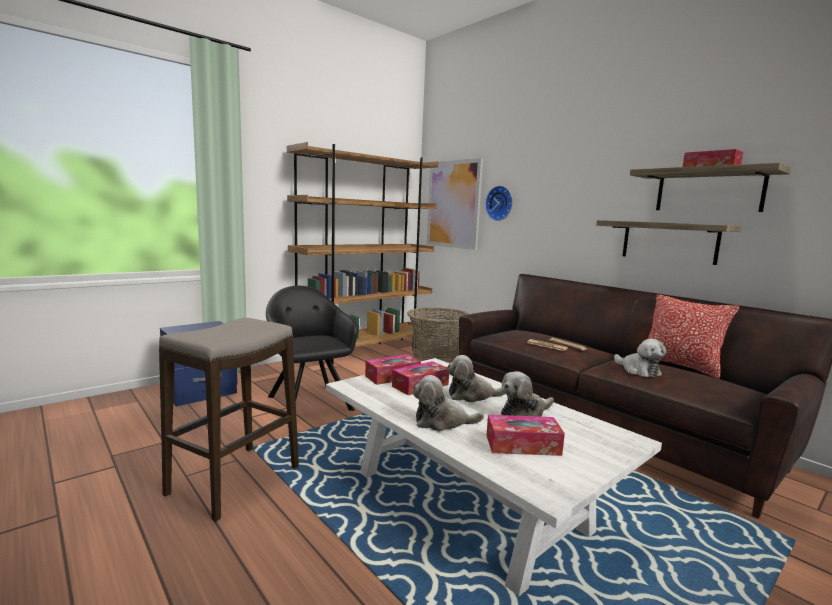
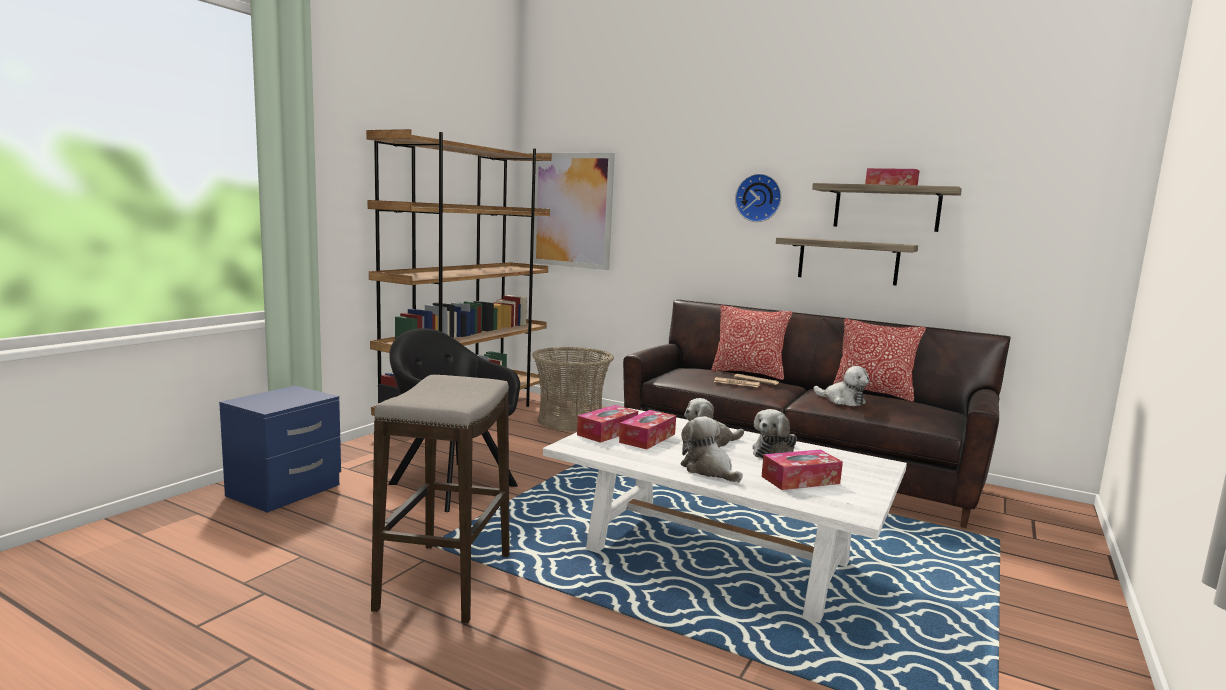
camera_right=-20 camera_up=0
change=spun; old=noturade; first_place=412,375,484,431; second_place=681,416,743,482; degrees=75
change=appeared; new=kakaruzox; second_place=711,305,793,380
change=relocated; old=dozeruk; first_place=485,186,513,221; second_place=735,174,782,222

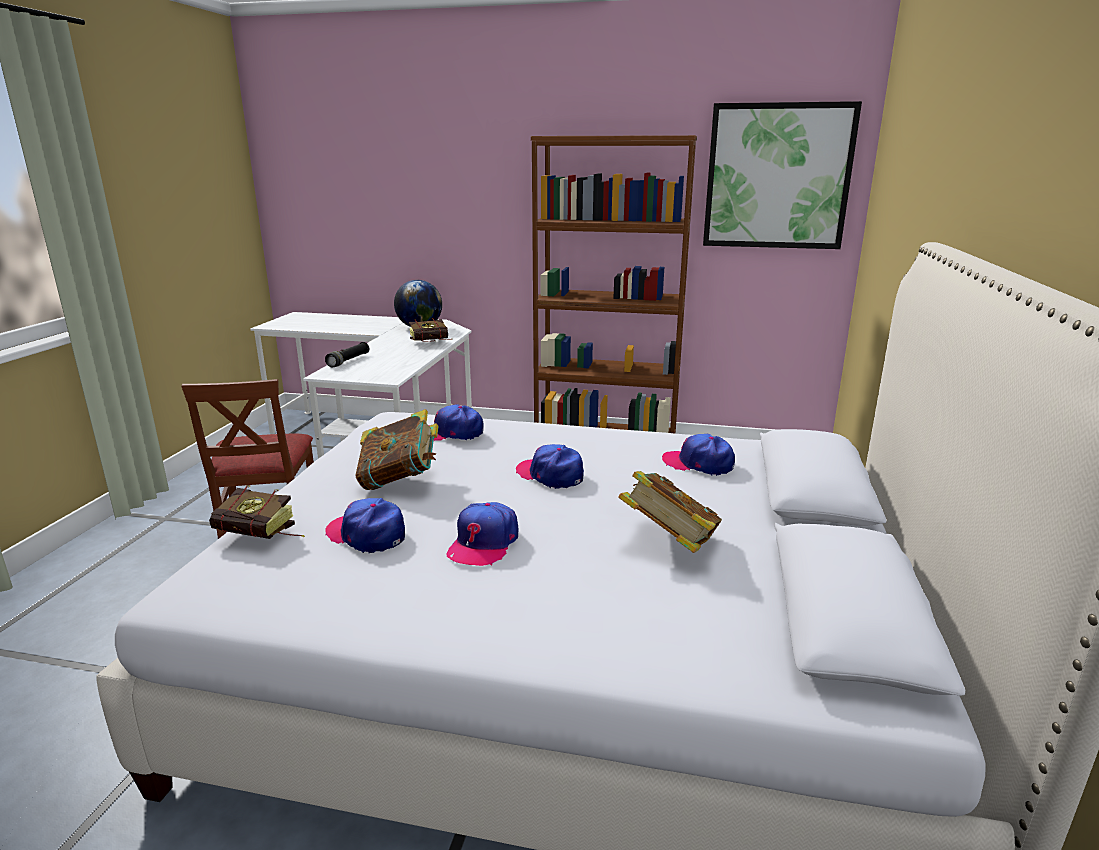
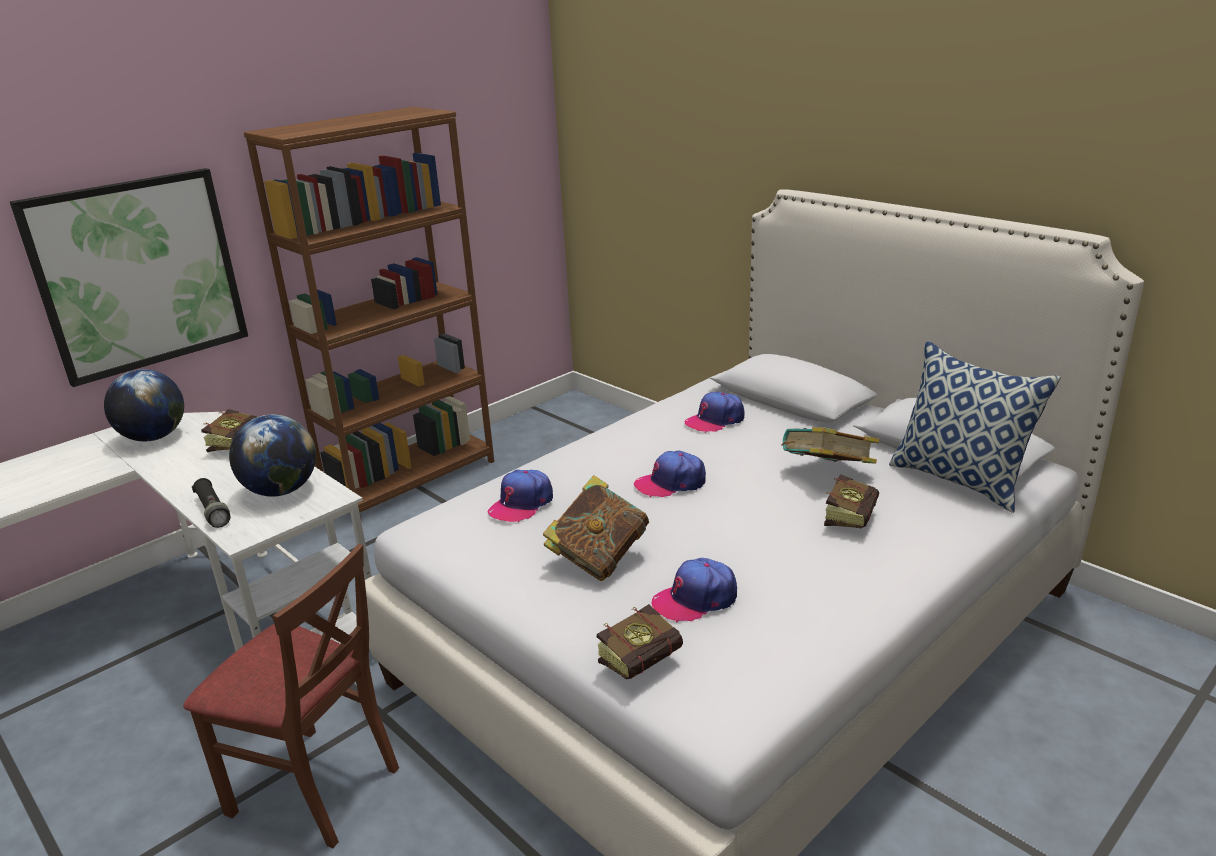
camera_right=-55 camera_up=5
change=relocated; old=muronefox; first_place=703,101,862,249; second_place=10,168,248,387
change=appeared; new=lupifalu; second_place=229,414,316,497
change=appeared; new=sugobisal; second_place=824,474,880,528
change=appeared; new=kakaruzox; second_place=889,341,1061,513
change=missing; old=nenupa; first_place=446,502,518,566

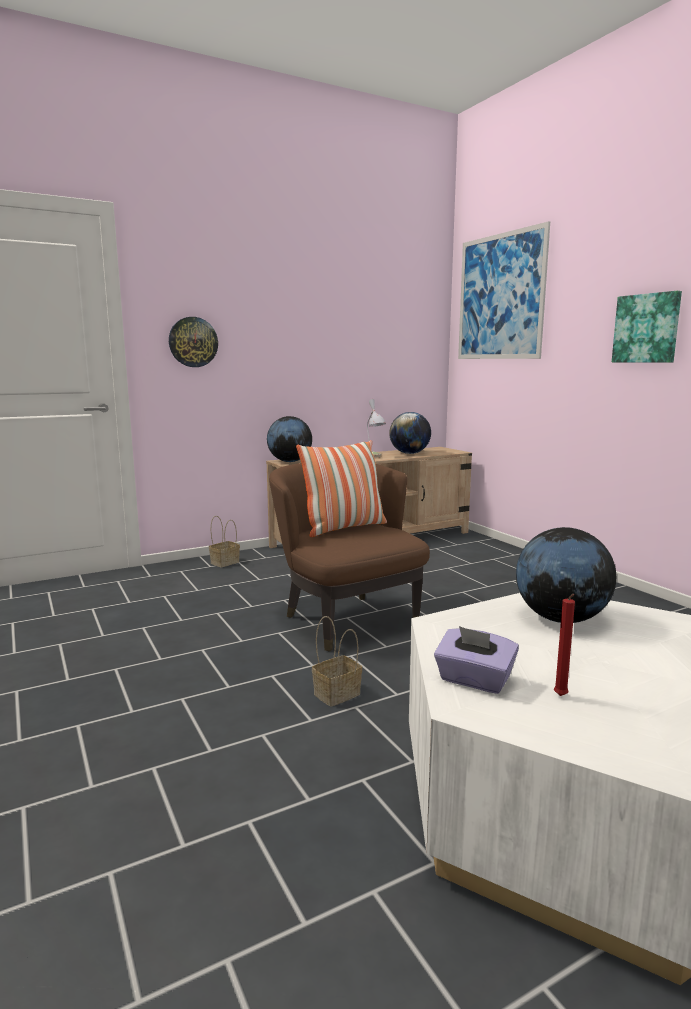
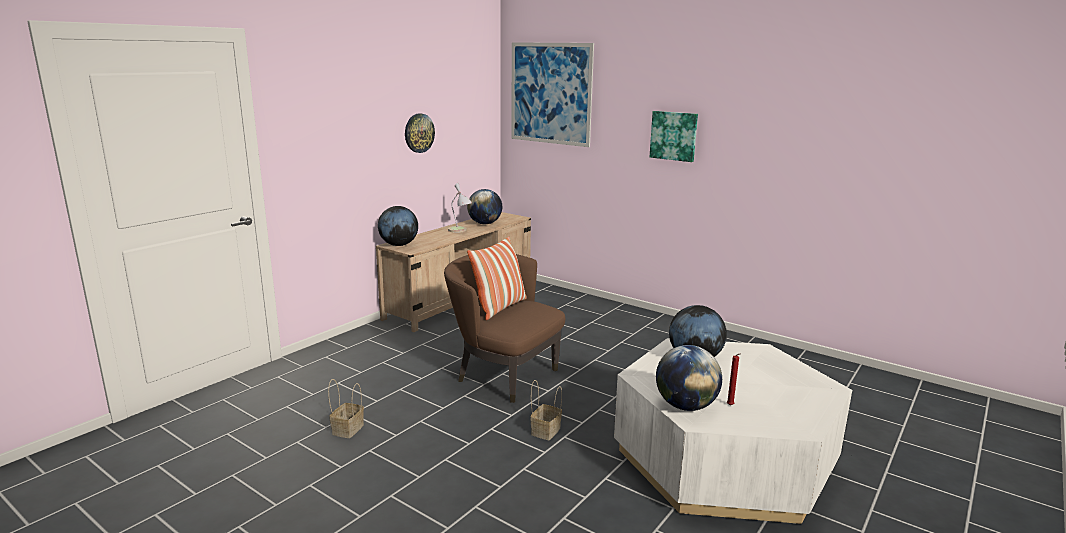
camera_right=-25 camera_up=5
change=relocated; old=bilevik; first_place=209,516,240,567; second_place=328,379,364,438
change=relocated; old=dozeruk; first_place=169,317,218,367; second_place=405,113,435,153
change=exchanged; old=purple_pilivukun; new=lupifalu; first_place=434,626,519,694; second_place=656,345,722,411

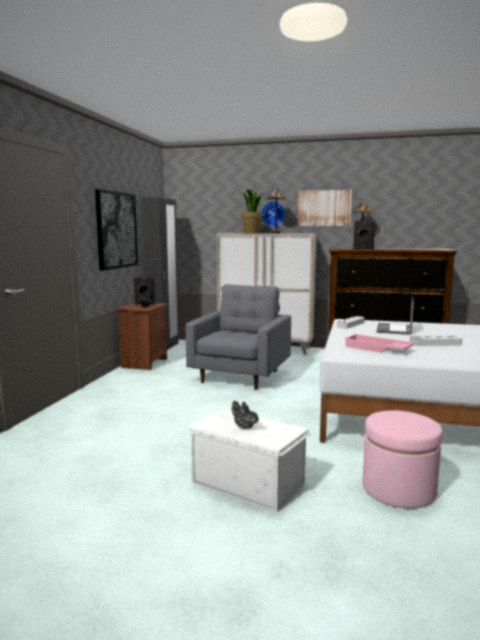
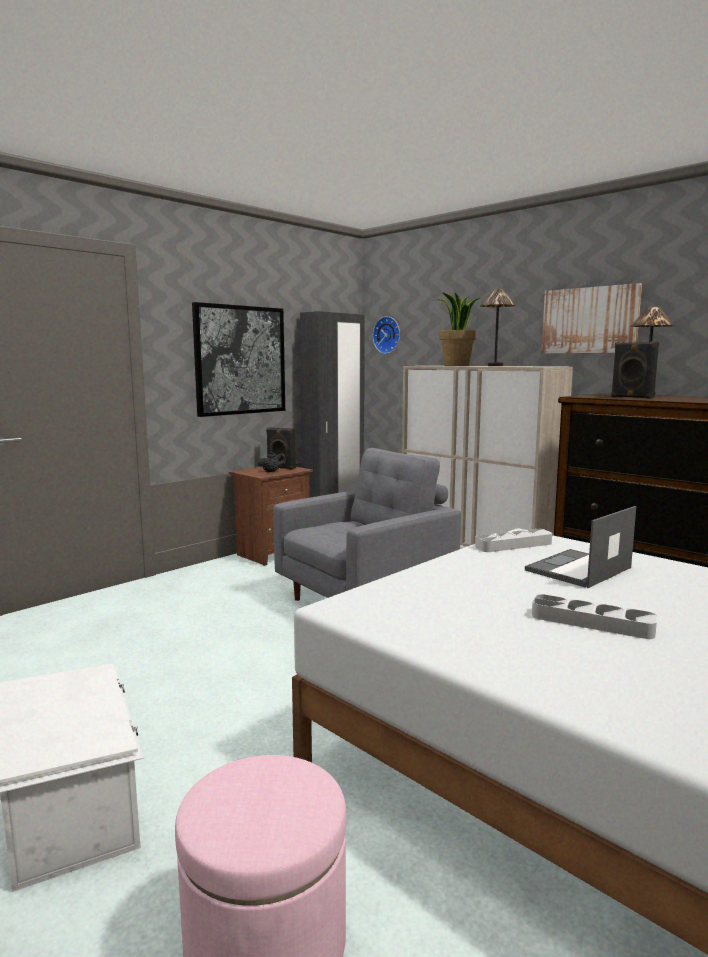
camera_right=30 camera_up=0
change=relocated; old=dozeruk; first_place=261,202,286,227; second_place=373,316,400,354
change=missing; old=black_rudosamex; first_place=232,401,259,429
change=missing; old=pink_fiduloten; first_place=344,334,415,352

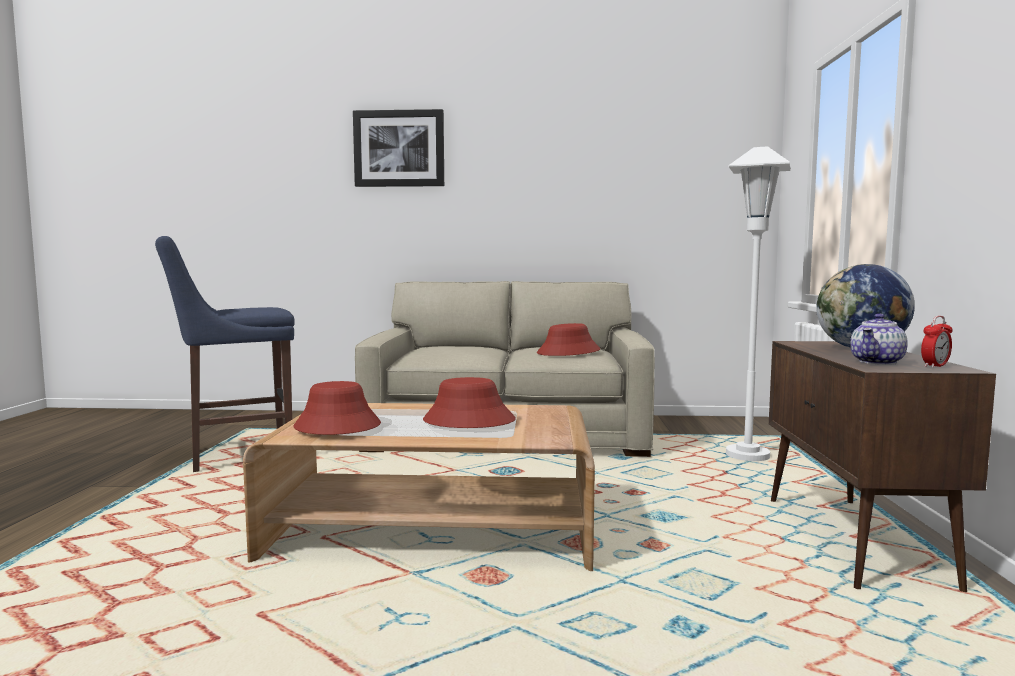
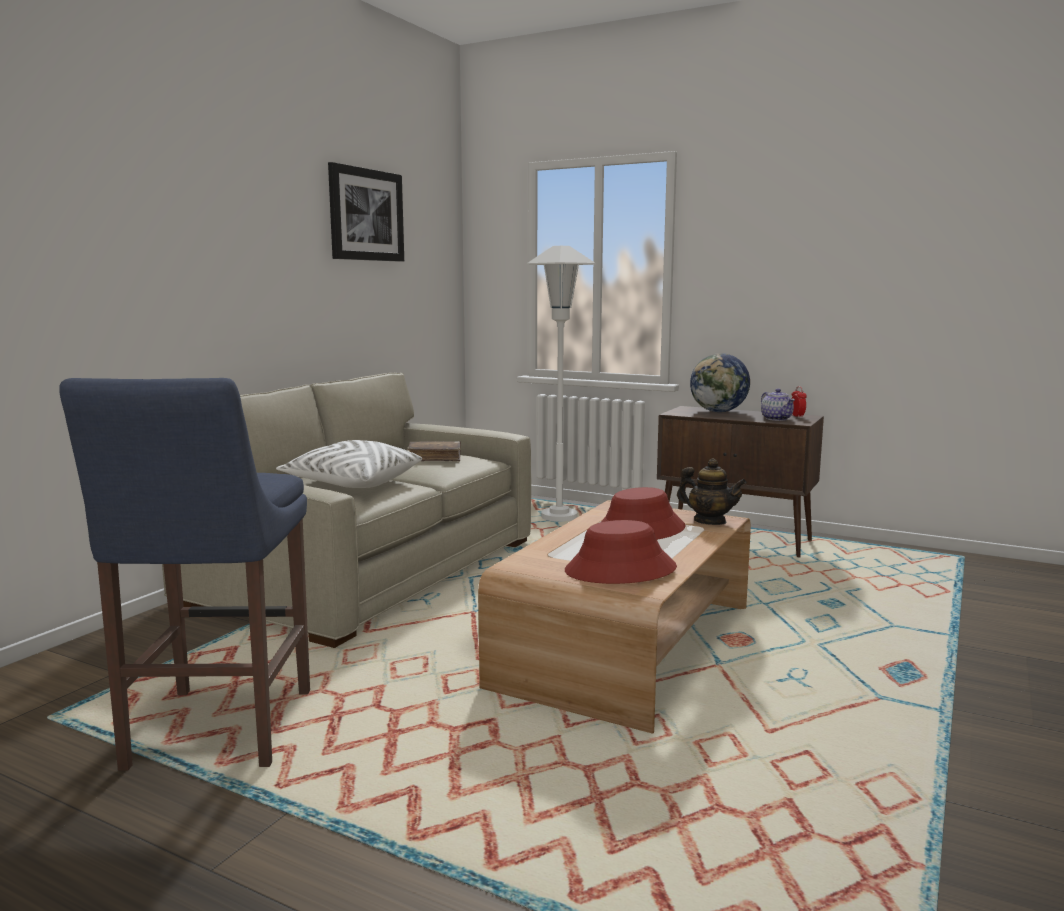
camera_right=-65 camera_up=5
change=appeared; new=white_kakaruzox; second_place=276,440,422,488
change=relocated; old=muronefox; first_place=353,109,444,187; second_place=328,162,404,262
change=exchanged; old=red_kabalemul; new=brown_sugobisal; first_place=537,323,600,356; second_place=407,441,461,461
change=appeared; new=rudosamex; second_place=677,459,747,525

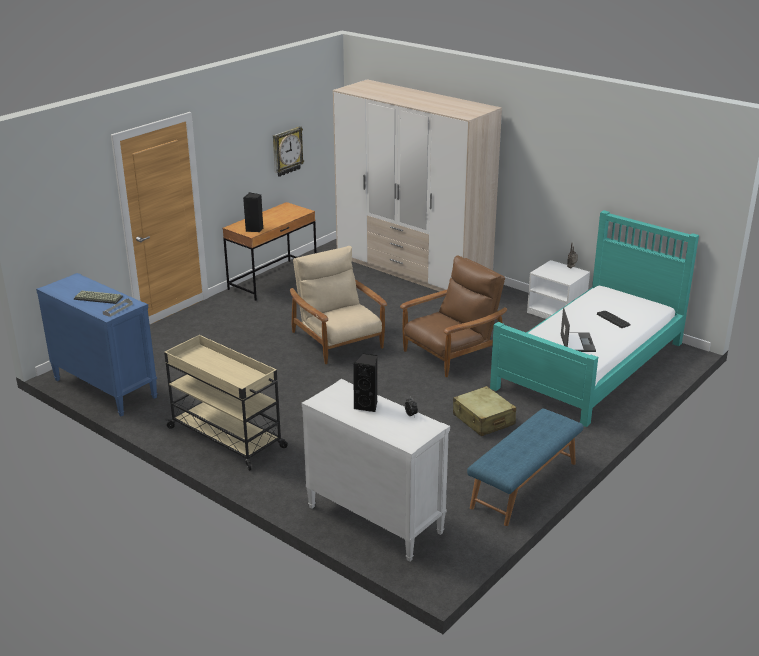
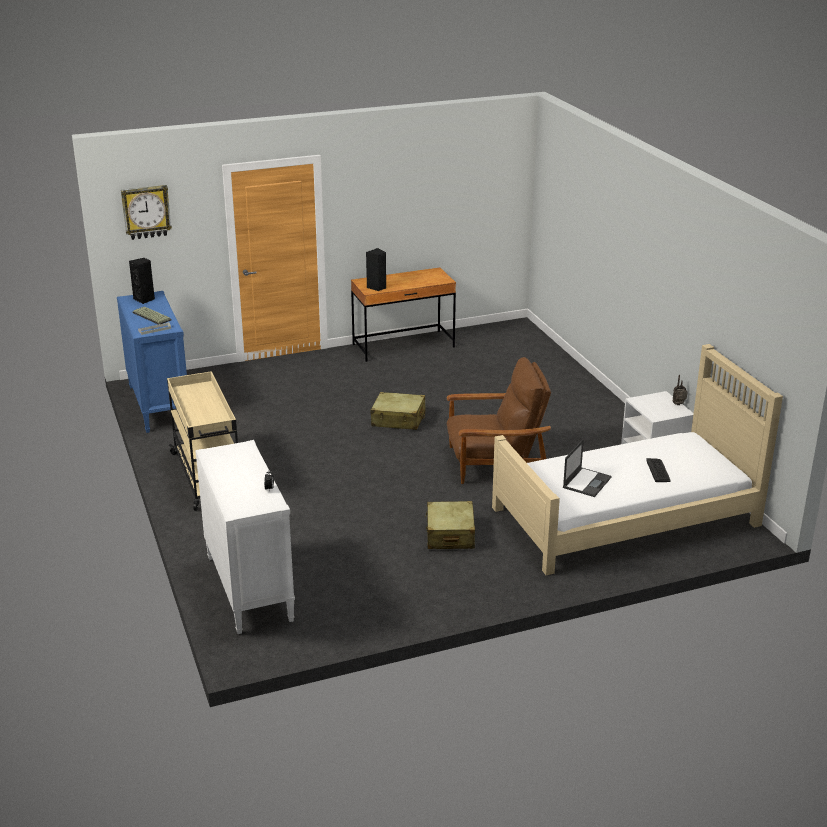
camera_right=30 camera_up=0
change=relocated; old=dozeruk; first_place=273,126,304,177; second_place=121,185,172,240
change=relocated; old=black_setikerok; first_place=353,354,377,412; second_place=129,258,155,304
change=exchanged; old=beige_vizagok; new=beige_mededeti; first_place=290,246,387,364; second_place=370,392,426,430
change=colour; old=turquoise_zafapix; new=beige_zafapix; first_place=490,210,699,427; second_place=492,344,783,575
change=missing; old=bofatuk; first_place=332,79,502,292
change=missing; old=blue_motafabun; first_place=467,409,584,526

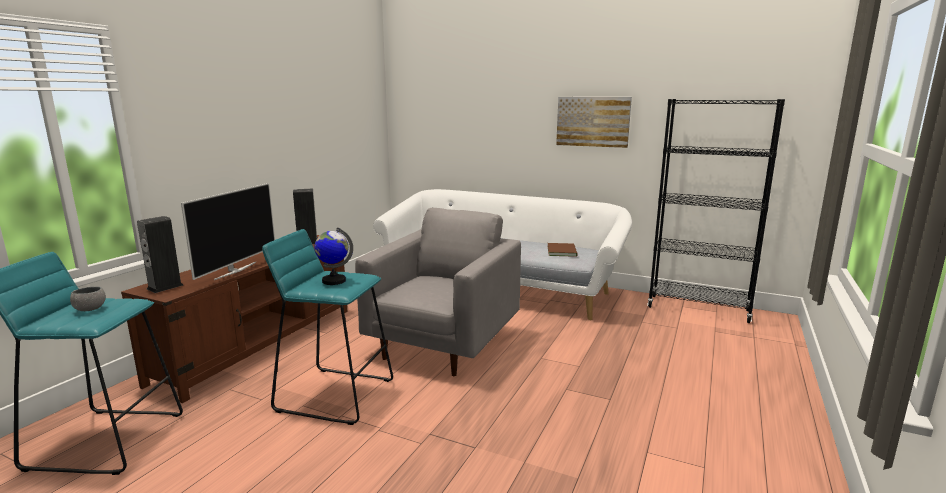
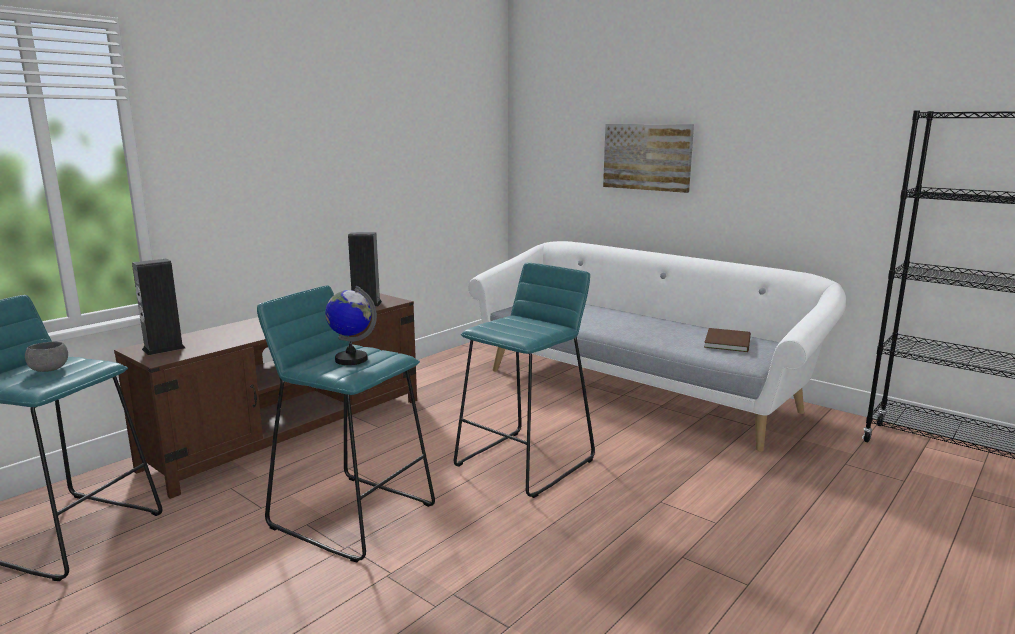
camera_right=15 camera_up=0
change=exchanged; old=grey_vizagok; new=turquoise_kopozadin; first_place=355,208,521,376; second_place=454,263,595,498
change=relocated; old=muronefox; first_place=556,97,632,148; second_place=603,124,694,193
change=missing; old=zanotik; first_place=181,183,275,280

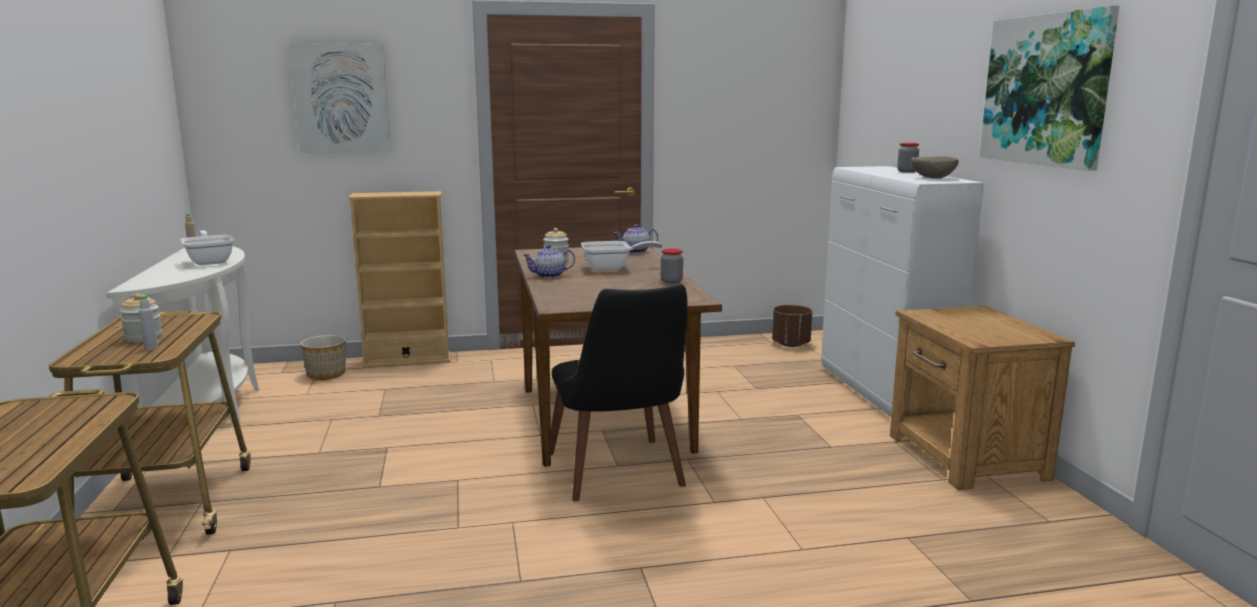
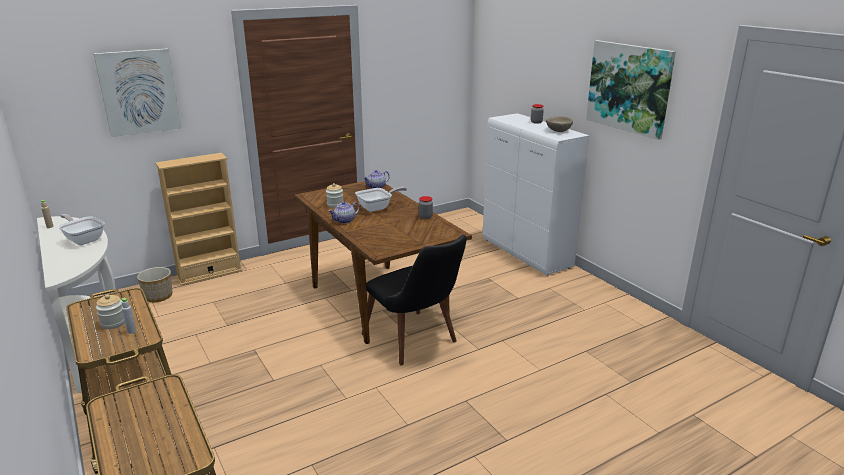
camera_right=-20 camera_up=10
change=missing; old=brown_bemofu; first_place=772,305,812,347
change=missing; old=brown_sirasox; first_place=890,306,1075,490

